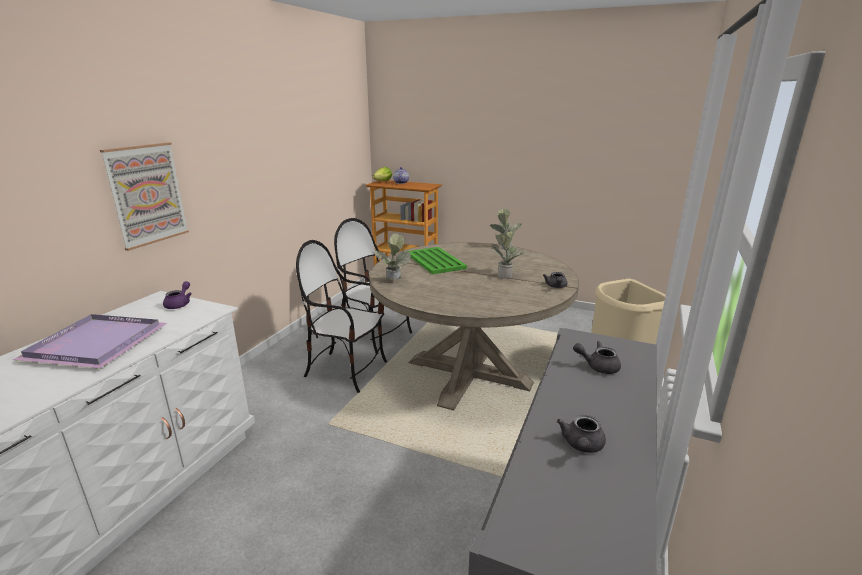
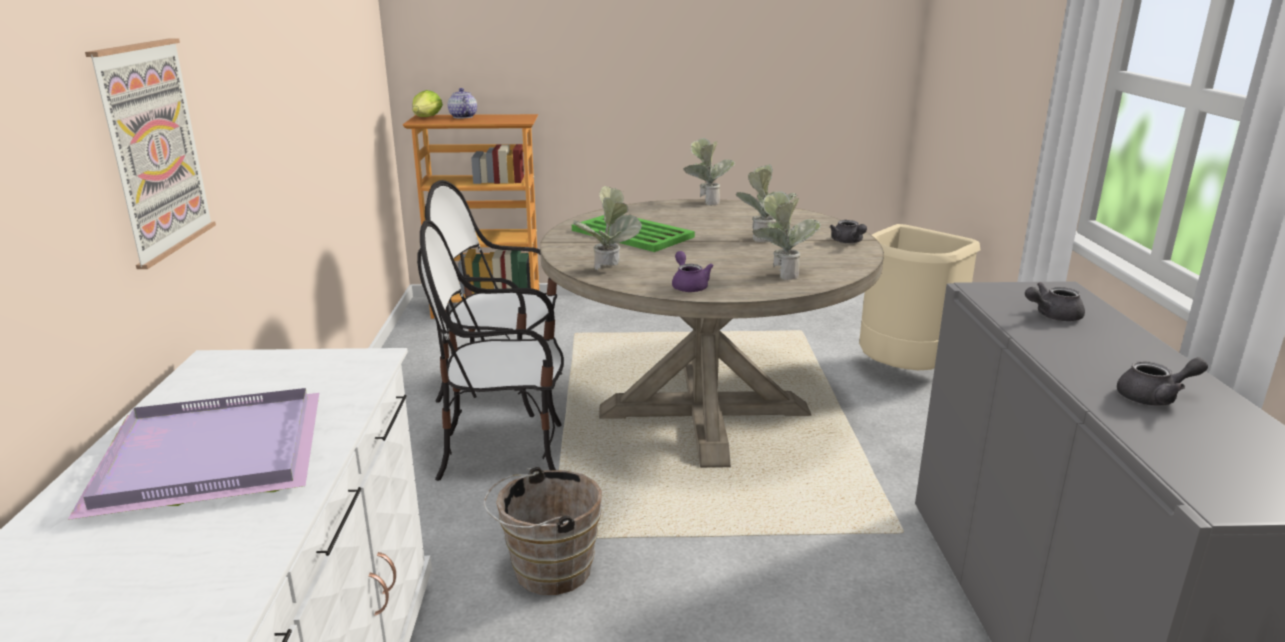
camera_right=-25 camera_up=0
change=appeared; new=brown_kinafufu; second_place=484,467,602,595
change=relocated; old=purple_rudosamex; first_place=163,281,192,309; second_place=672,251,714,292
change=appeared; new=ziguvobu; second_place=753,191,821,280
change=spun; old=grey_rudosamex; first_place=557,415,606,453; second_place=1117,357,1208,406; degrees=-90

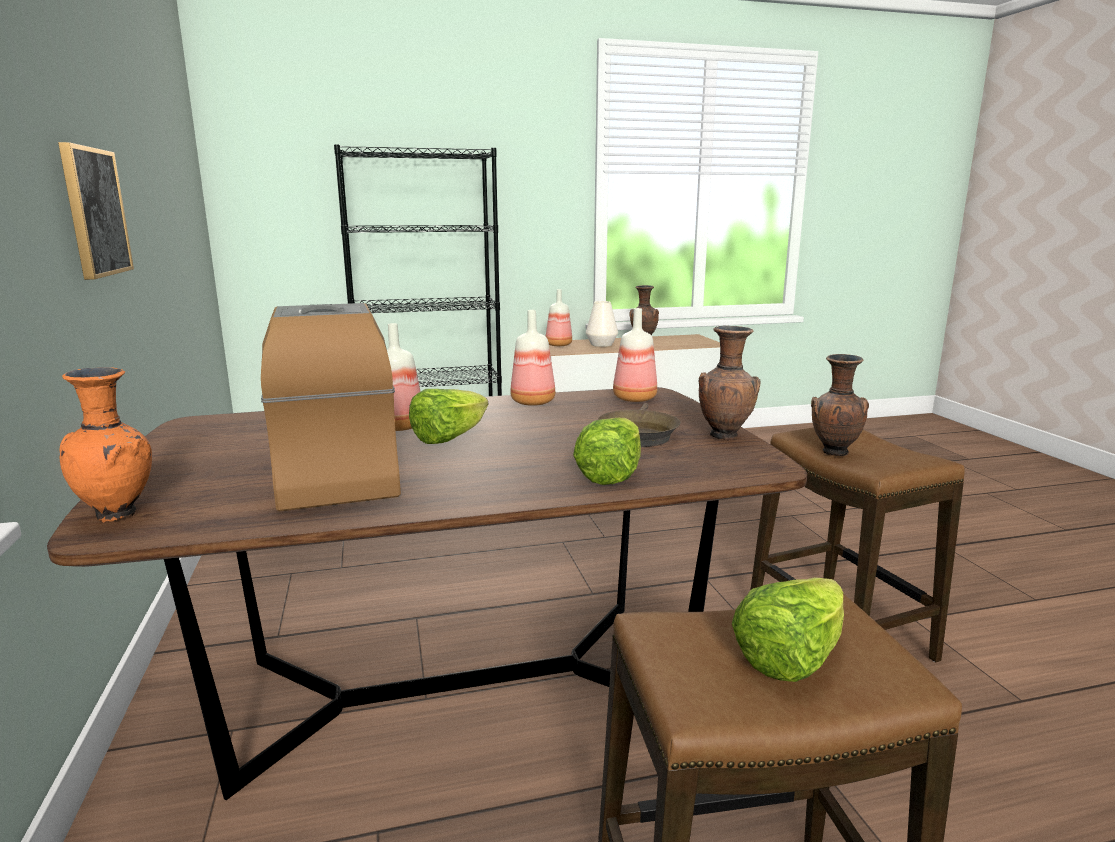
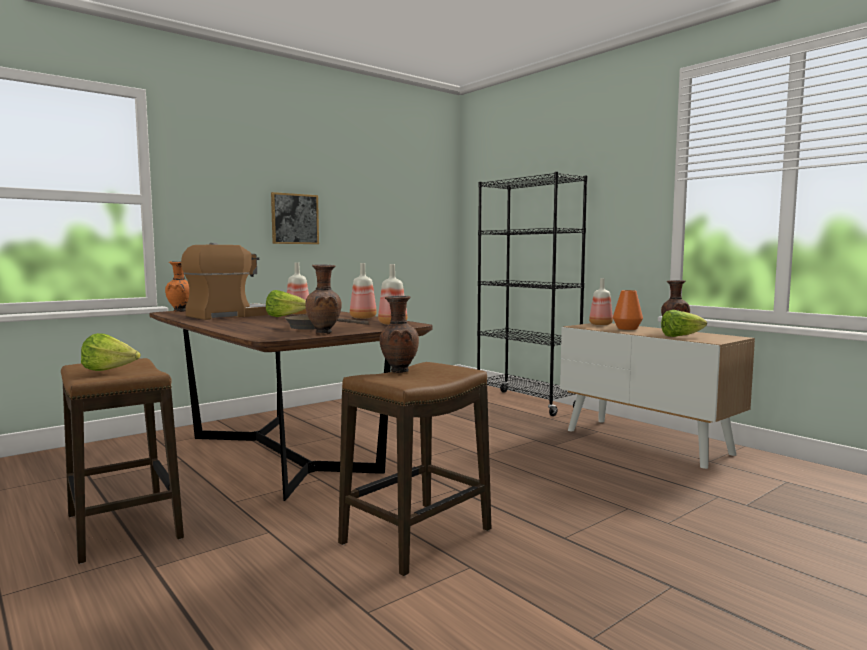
camera_right=65 camera_up=-10
change=colour; old=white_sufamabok; new=orange_sufamabok; first_place=586,301,618,347; second_place=613,290,643,330
change=relocated; old=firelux; first_place=573,418,641,485; second_place=661,310,707,337

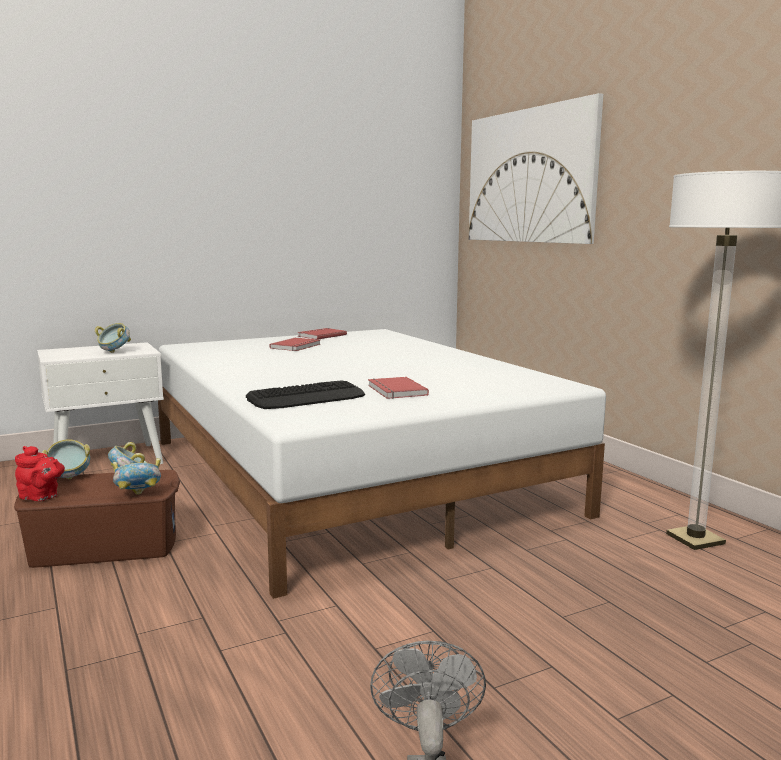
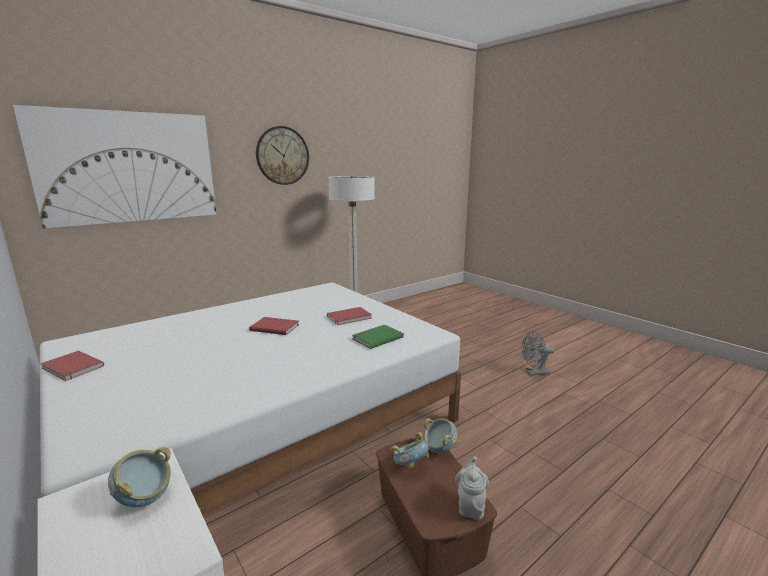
camera_right=-100 camera_up=5
change=relocated; old=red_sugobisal; first_place=269,338,320,351; second_place=249,317,299,335
change=appeared; new=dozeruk; second_place=256,126,309,185
change=exchanged; old=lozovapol; new=green_sugobisal; first_place=246,380,365,409; second_place=352,325,404,349
change=colour; old=red_rudosamex; new=grey_rudosamex; first_place=15,446,65,501; second_place=455,456,489,520
change=missing; old=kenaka; first_place=42,439,90,479

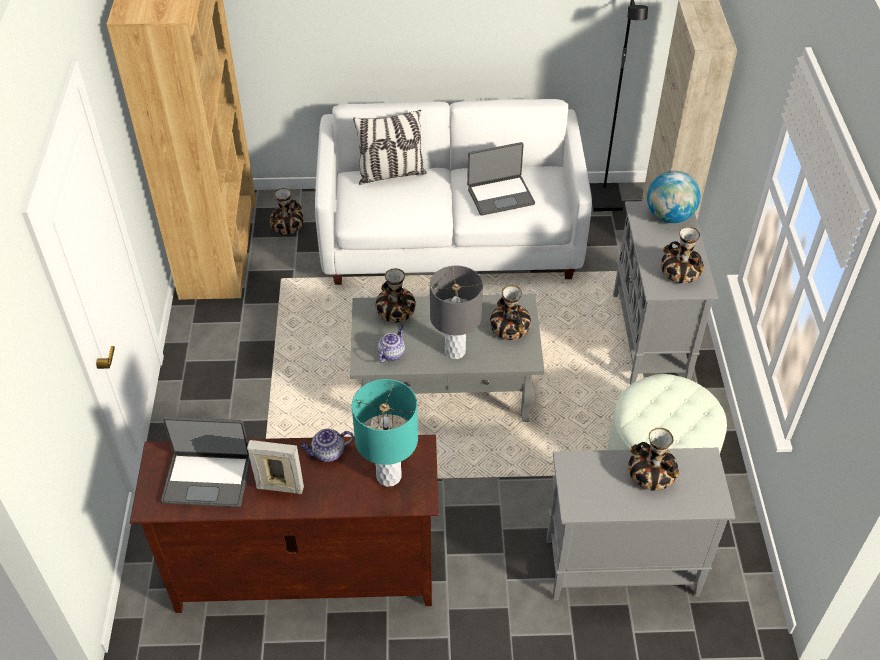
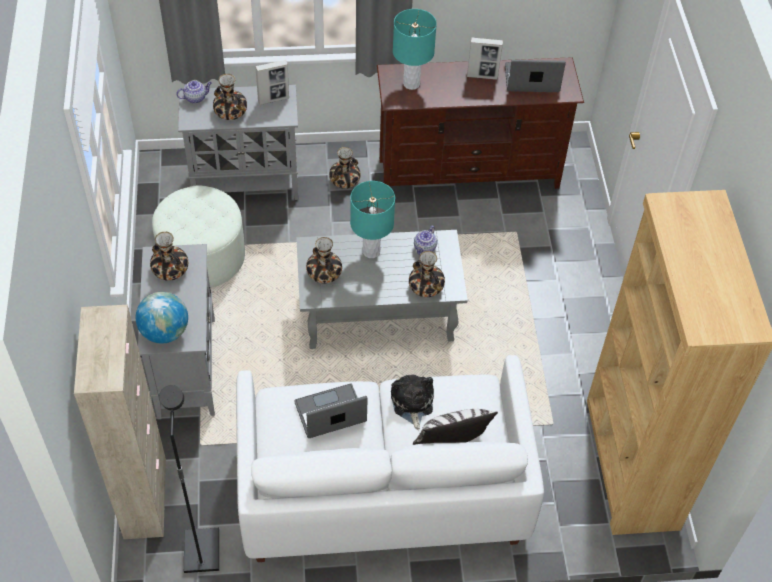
camera_right=175 camera_up=5
change=relocated; old=rudosamex; first_place=300,428,354,462; second_place=176,80,212,104
change=appeared; new=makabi; second_place=255,60,289,105
change=relocated; old=sufamabok; first_place=270,188,304,234; second_place=329,147,361,189
change=colour; old=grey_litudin; new=turquoise_litudin; first_place=430,266,483,359; second_place=350,181,395,258
change=appeared; new=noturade; second_place=391,375,434,430

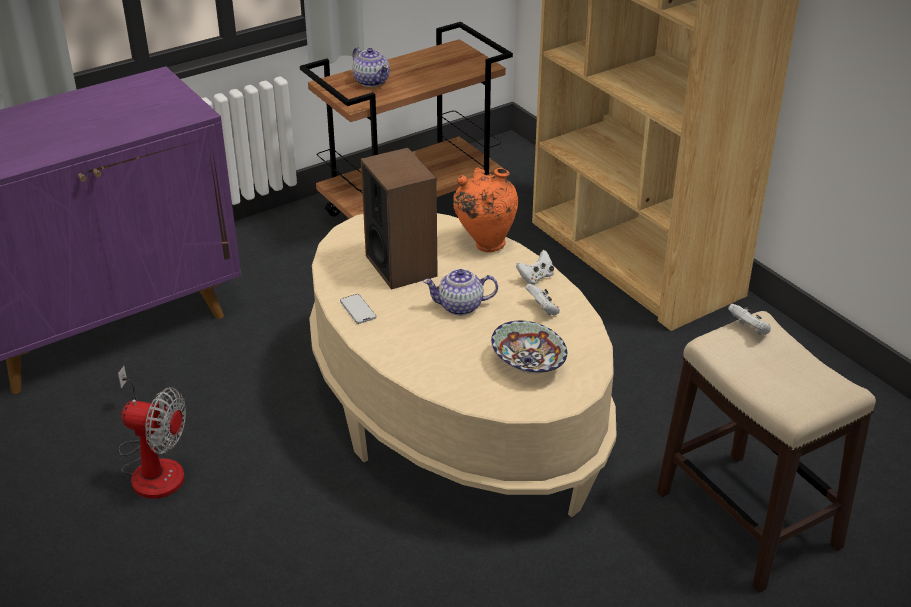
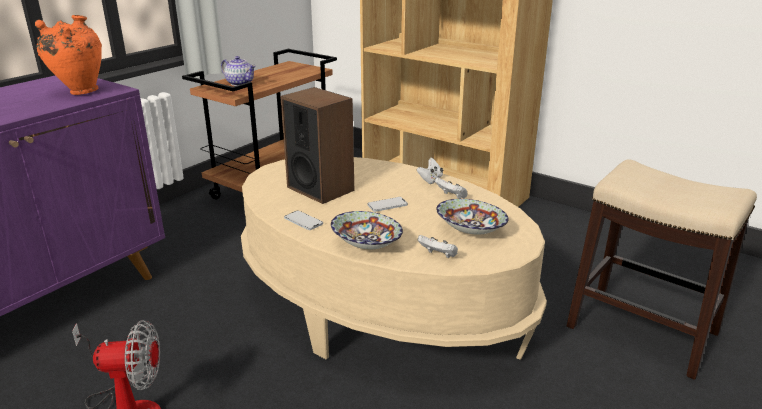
camera_right=-20 camera_up=-10
change=relocated; old=orange_sufamabok; first_place=453,168,518,252; second_place=35,15,102,95
change=appeared; new=kenaka; second_place=331,211,403,249
change=exchanged; old=rudosamex; new=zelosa; first_place=423,269,498,315; second_place=367,197,408,212
change=relocated; old=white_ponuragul; first_place=728,304,771,335; second_place=417,235,458,258

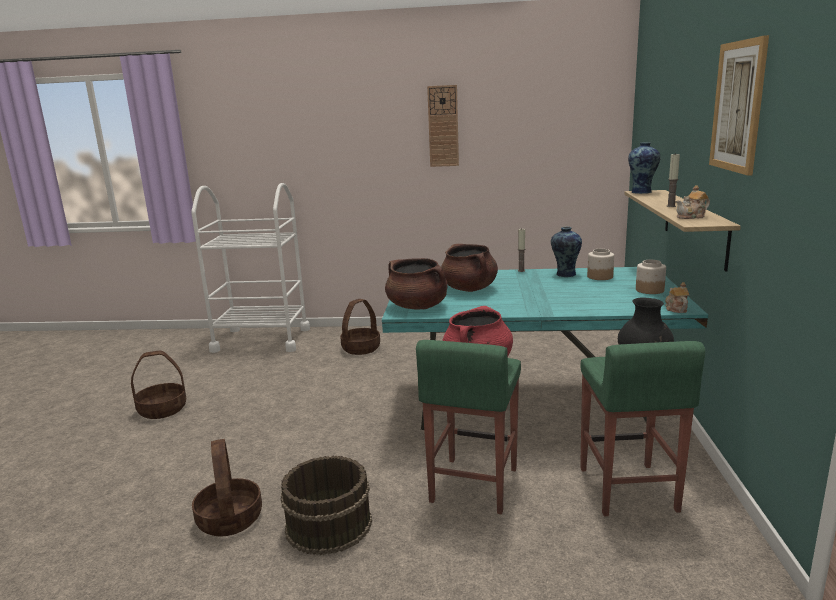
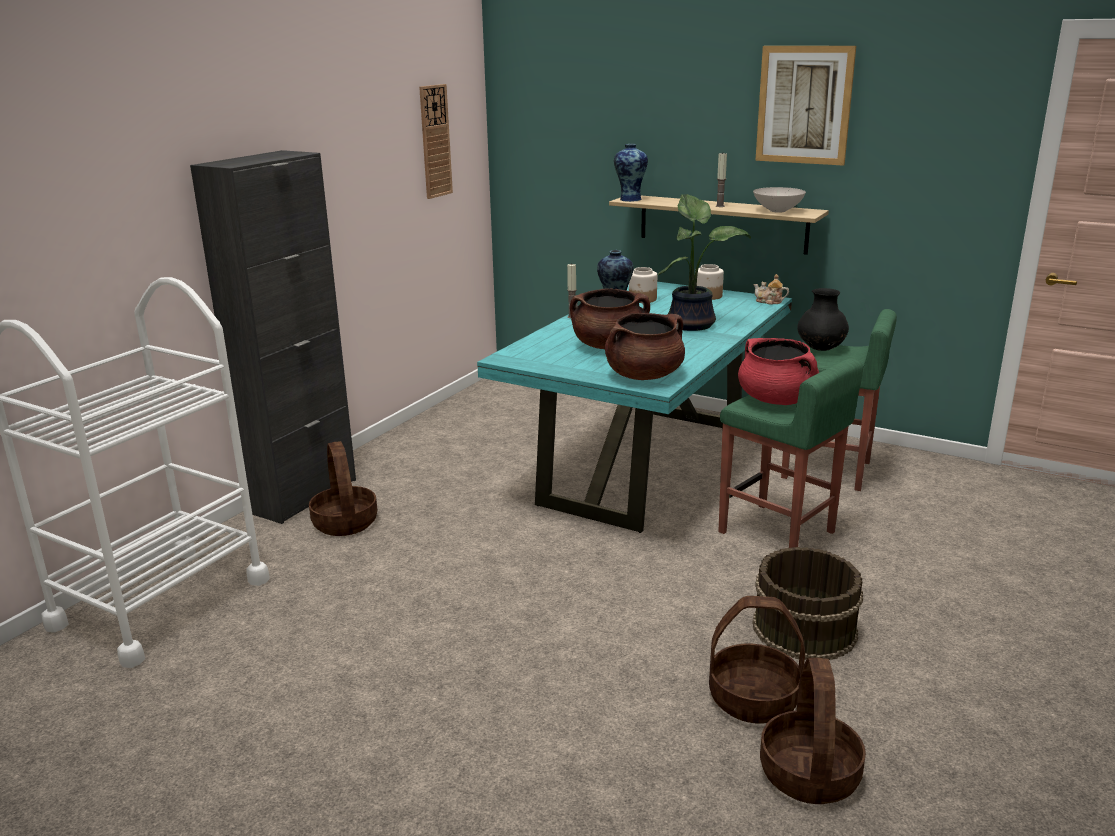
camera_right=-65 camera_up=5
change=appeared; new=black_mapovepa; second_place=190,150,356,524
change=relocated; old=dozeruk; first_place=427,85,459,167; second_place=419,84,453,199
change=appeared; new=ziguvobu; second_place=658,194,751,331
change=exchanged; old=rudosamex; new=white_kenaka; first_place=676,185,710,219; second_place=753,187,806,213
change=relocated; old=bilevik; first_place=131,351,186,419; second_place=760,658,866,804

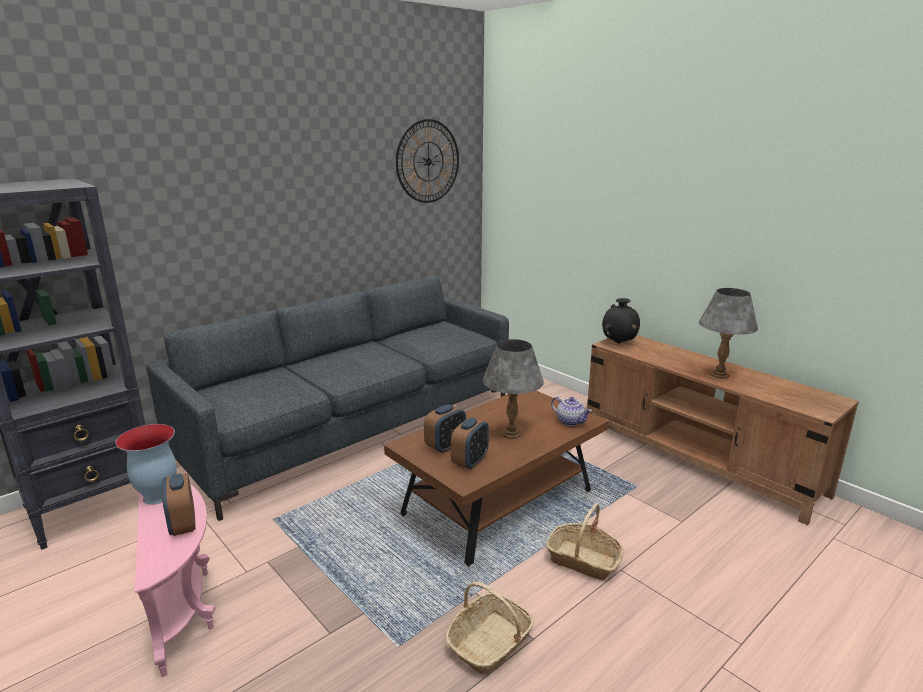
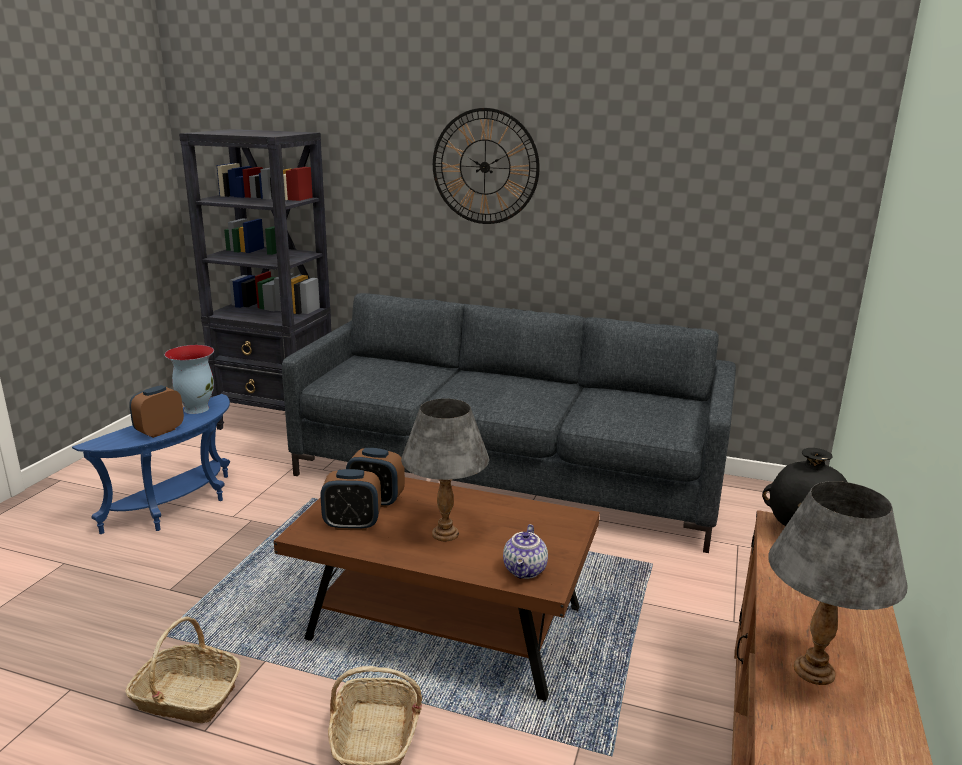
camera_right=60 camera_up=0
change=colour; old=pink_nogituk; new=blue_nogituk; first_place=135,484,216,677; second_place=72,394,230,534
change=relocated; old=dozeruk; first_place=396,119,459,203; second_place=433,108,540,224

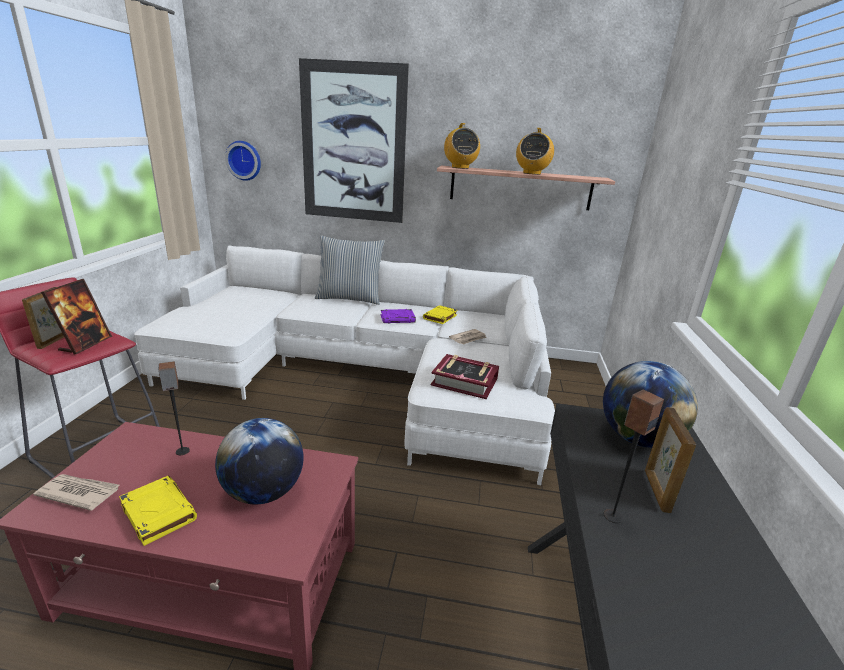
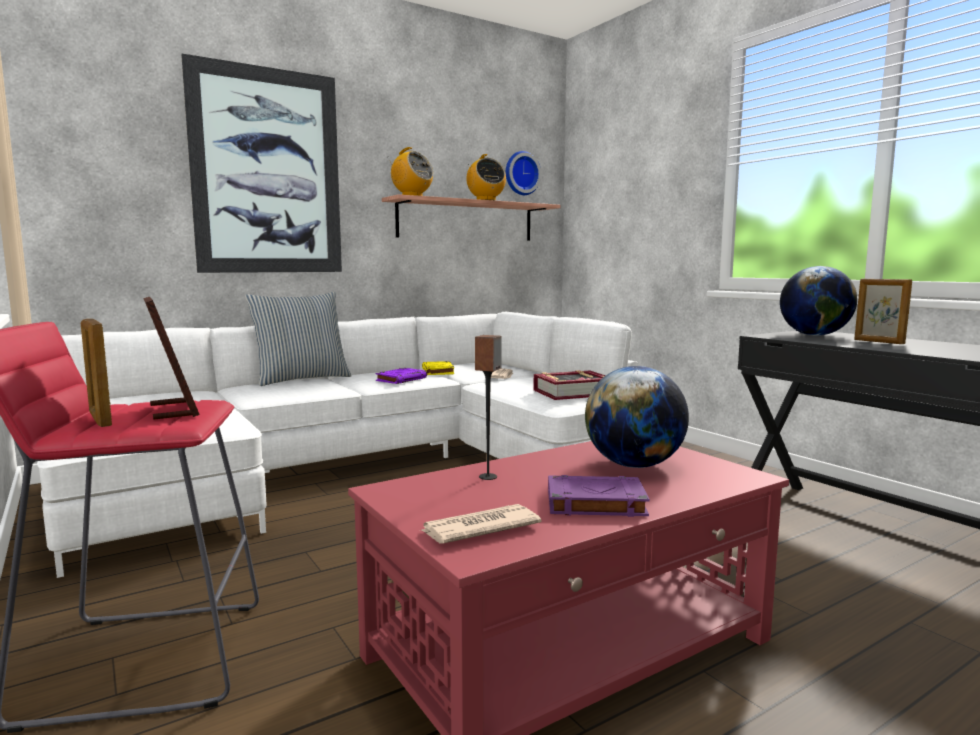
camera_right=-40 camera_up=-15
change=relocated; old=dozeruk; first_place=225,141,261,181; second_place=506,151,541,195
change=colour; old=yellow_sugobisal; new=purple_sugobisal; first_place=119,476,197,546; second_place=548,475,650,517
change=missing; old=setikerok; first_place=604,390,664,523

